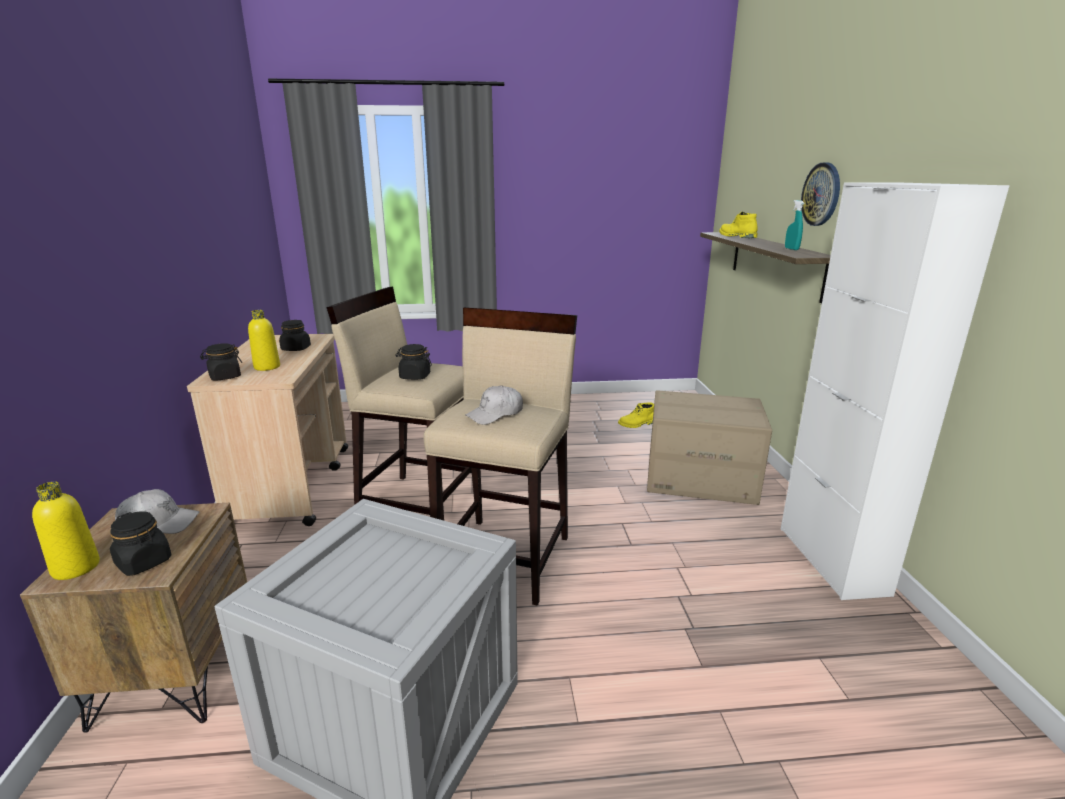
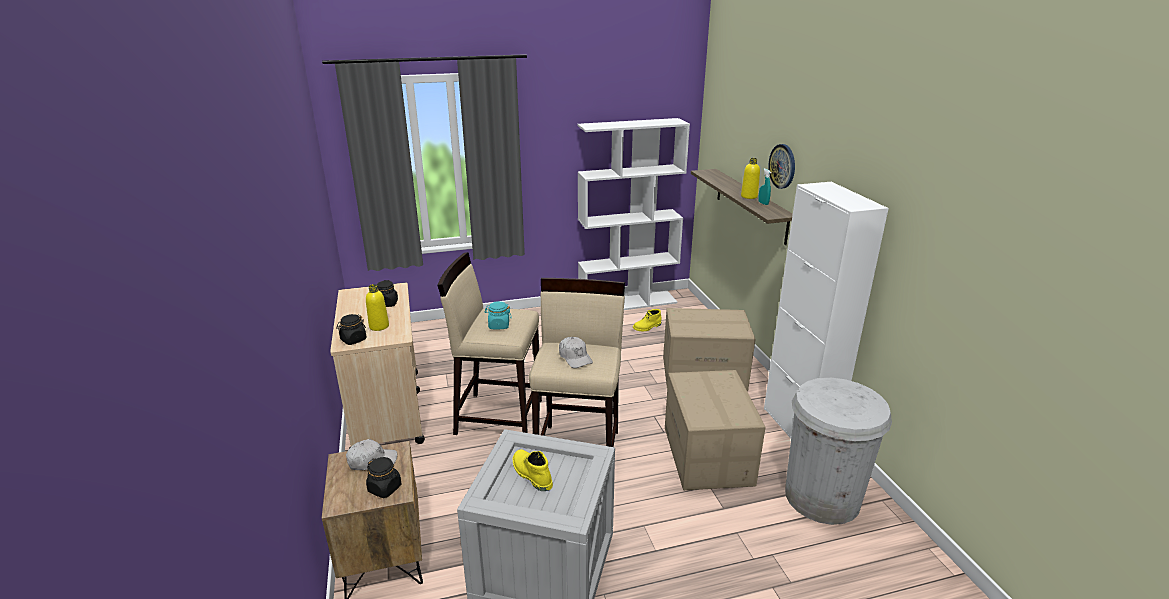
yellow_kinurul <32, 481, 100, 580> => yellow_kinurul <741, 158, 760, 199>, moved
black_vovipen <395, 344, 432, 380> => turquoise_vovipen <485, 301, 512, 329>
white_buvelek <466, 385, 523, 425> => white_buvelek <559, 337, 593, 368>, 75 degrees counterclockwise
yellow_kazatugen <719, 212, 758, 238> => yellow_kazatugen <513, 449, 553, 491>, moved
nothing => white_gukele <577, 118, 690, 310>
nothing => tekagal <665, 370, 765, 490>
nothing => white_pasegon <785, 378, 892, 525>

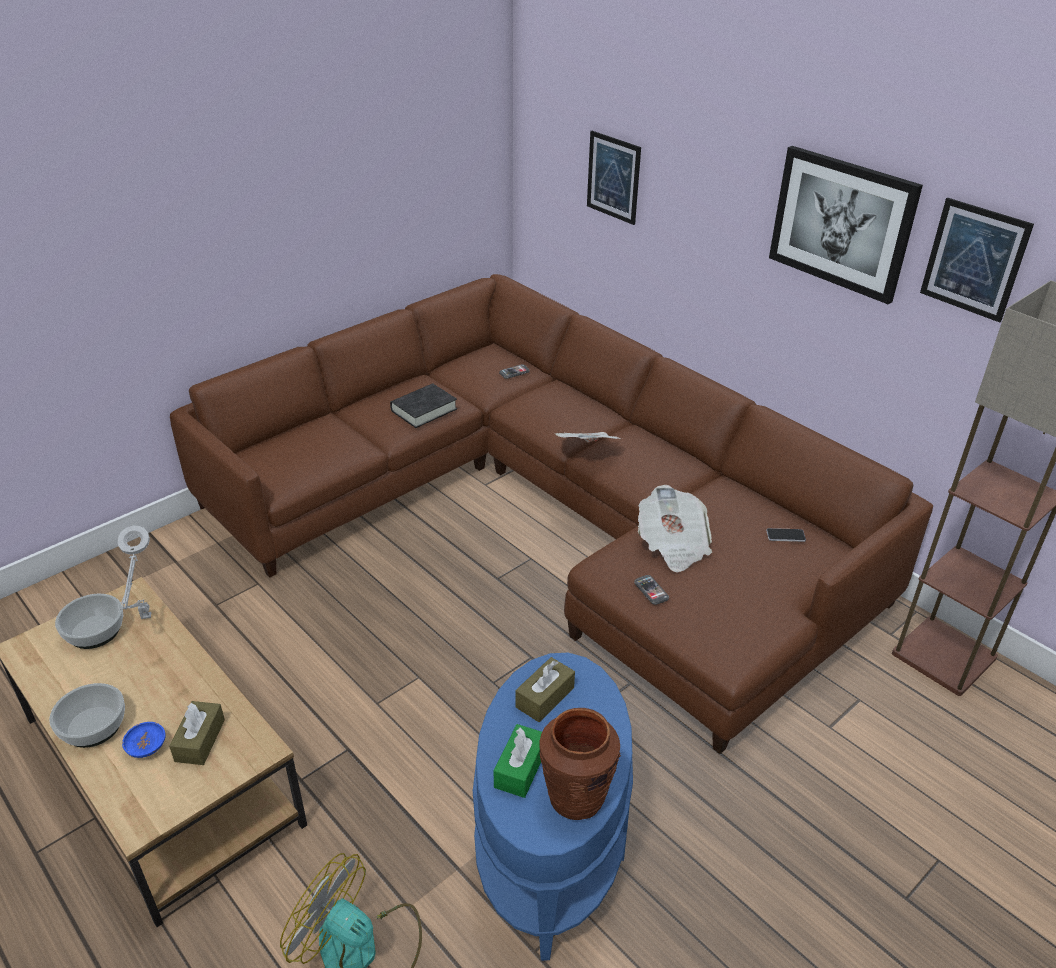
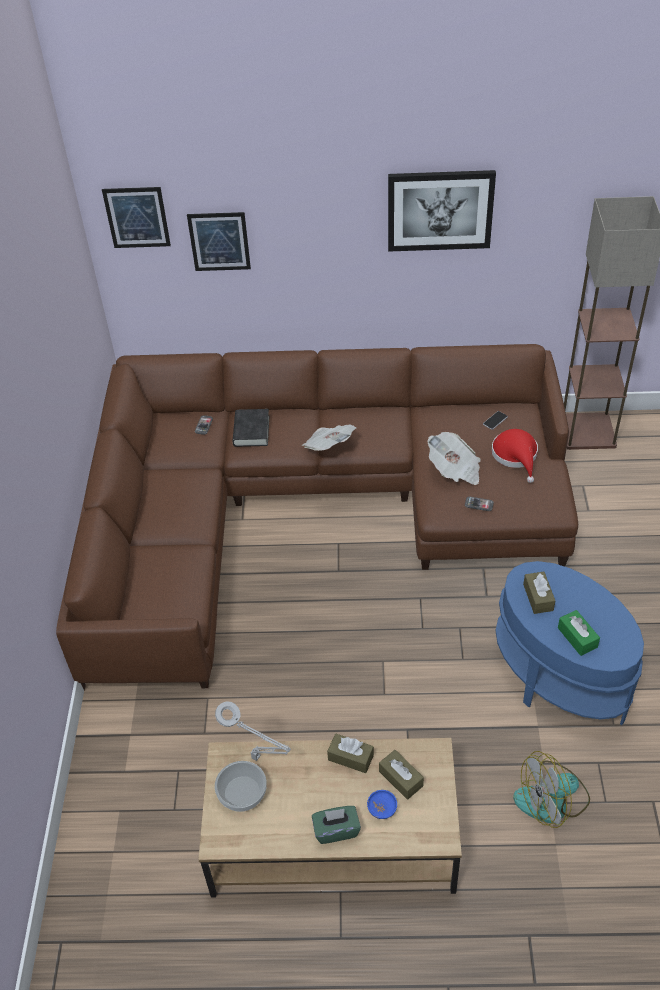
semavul <49, 683, 125, 748> => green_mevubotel <312, 806, 361, 844>
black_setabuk <390, 383, 457, 428> => black_setabuk <233, 409, 270, 447>, moved
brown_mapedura <540, 708, 621, 820> => nothing
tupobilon <920, 198, 1034, 323> => tupobilon <102, 187, 171, 248>, moved
nothing => brown_mevubotel <327, 734, 374, 773>
nothing => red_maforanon <492, 429, 538, 483>

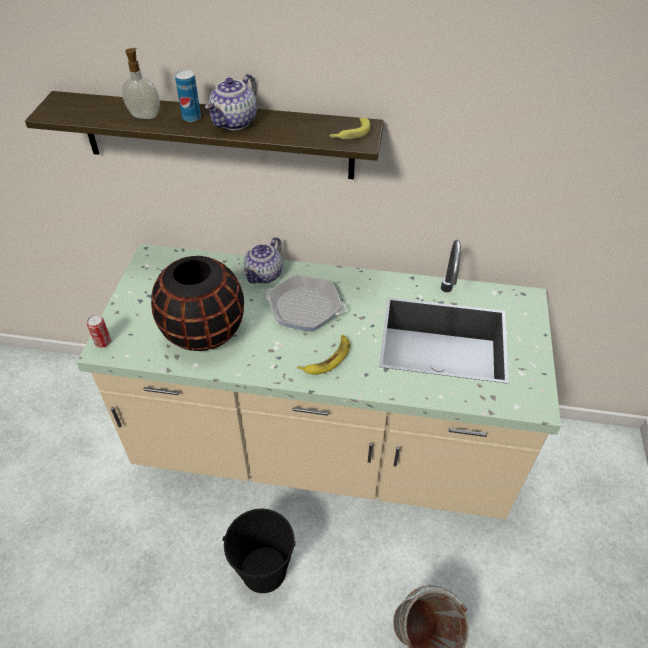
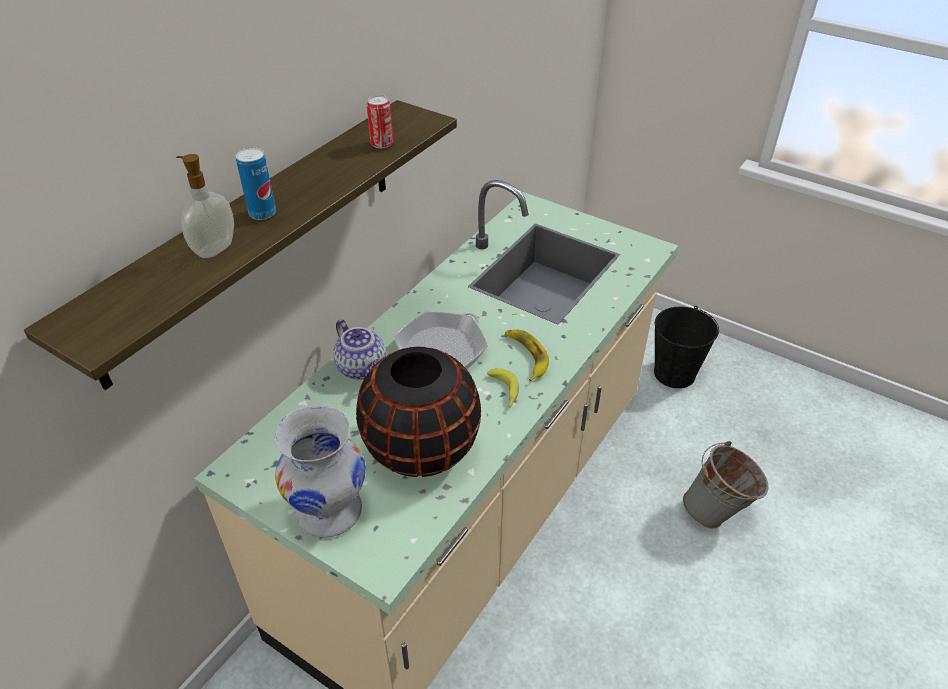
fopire <87, 314, 111, 348> => fopire <367, 95, 393, 149>, moved
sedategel <205, 74, 257, 130> => nothing
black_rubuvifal <222, 509, 296, 593> => black_rubuvifal <654, 306, 719, 388>, moved
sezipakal <330, 118, 371, 139> => sezipakal <487, 368, 519, 408>, moved
nothing => white_mapedura <275, 405, 366, 537>

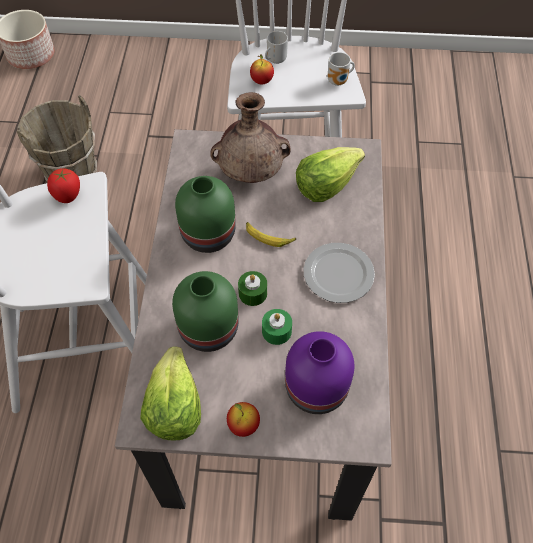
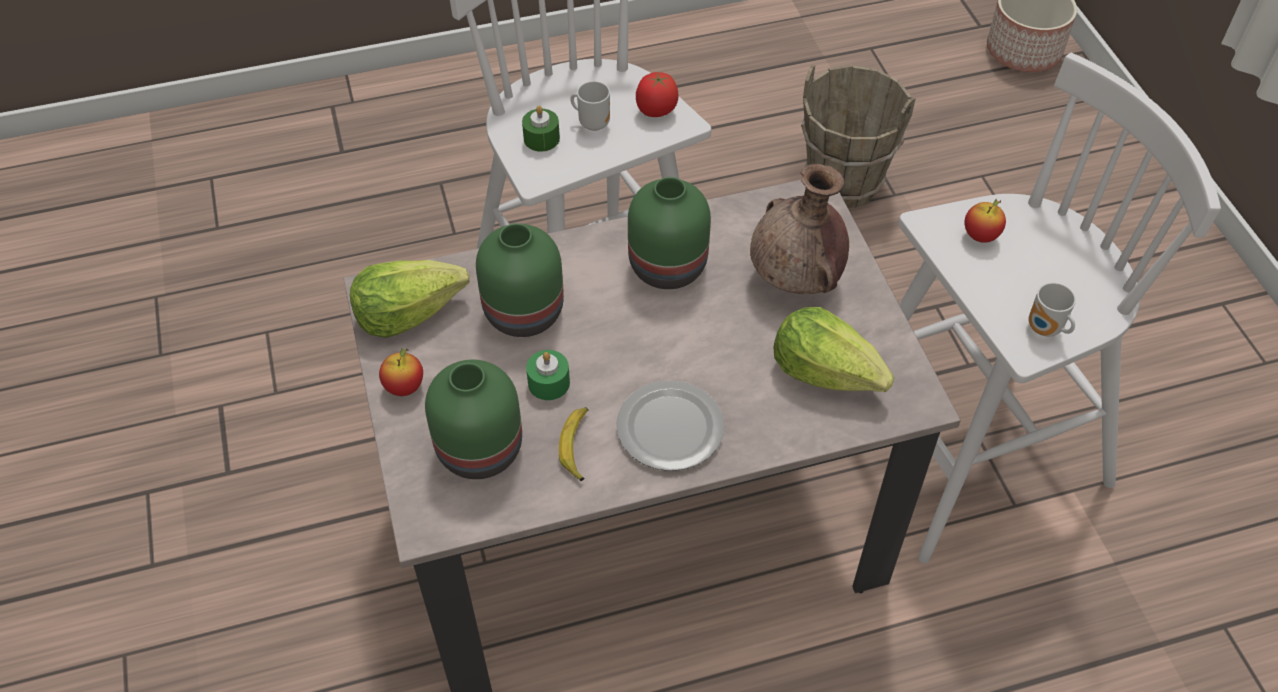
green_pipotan <238, 271, 267, 306> => green_pipotan <522, 106, 560, 152>, moved
sezipakal <246, 222, 296, 247> => sezipakal <559, 407, 588, 481>, moved
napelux <265, 31, 288, 64> => napelux <570, 81, 610, 131>, moved
purple_mapedura <285, 331, 354, 414> => green_mapedura <425, 360, 522, 479>

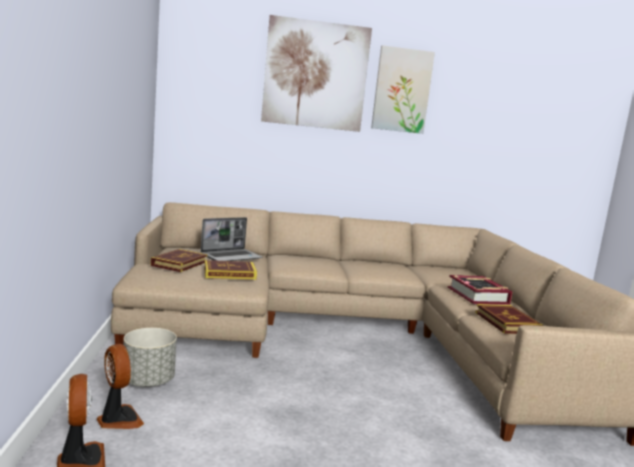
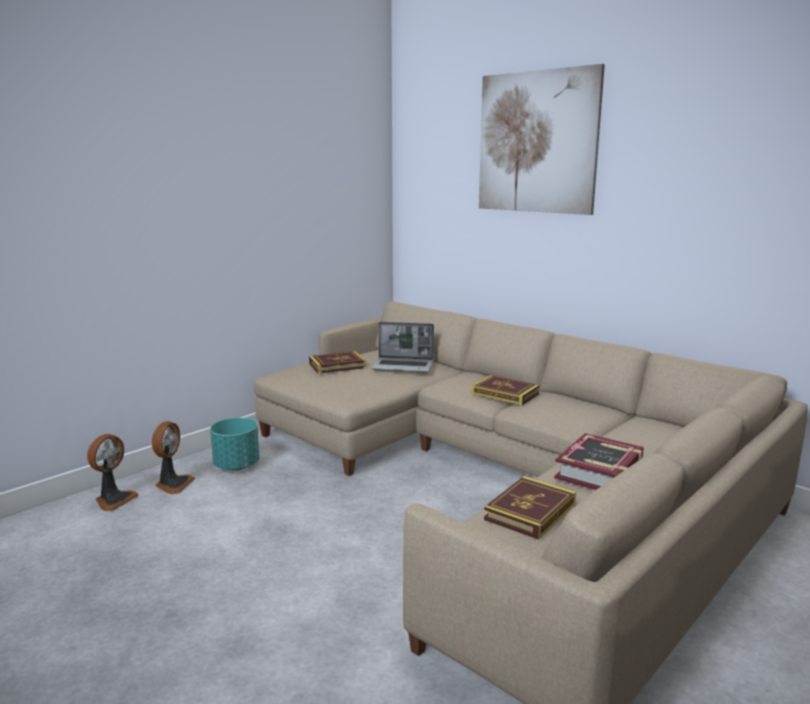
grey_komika <123, 328, 177, 387> => turquoise_komika <210, 418, 259, 470>
setabuk <204, 260, 257, 280> => setabuk <472, 375, 540, 405>, moved
tupobilon <371, 45, 435, 134> => nothing

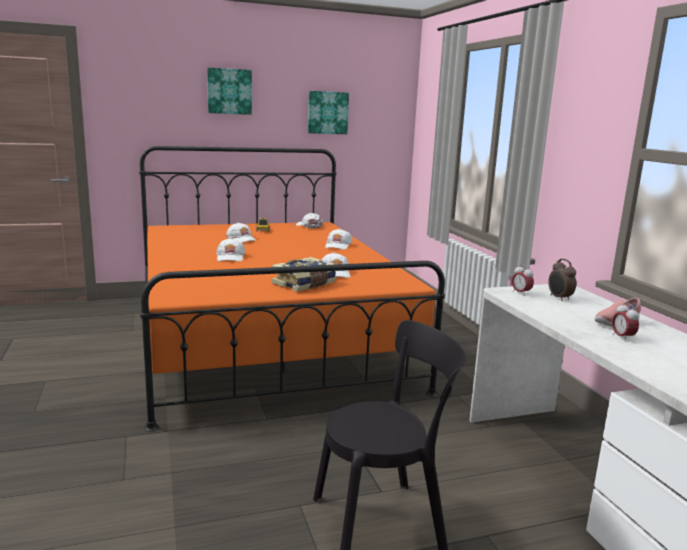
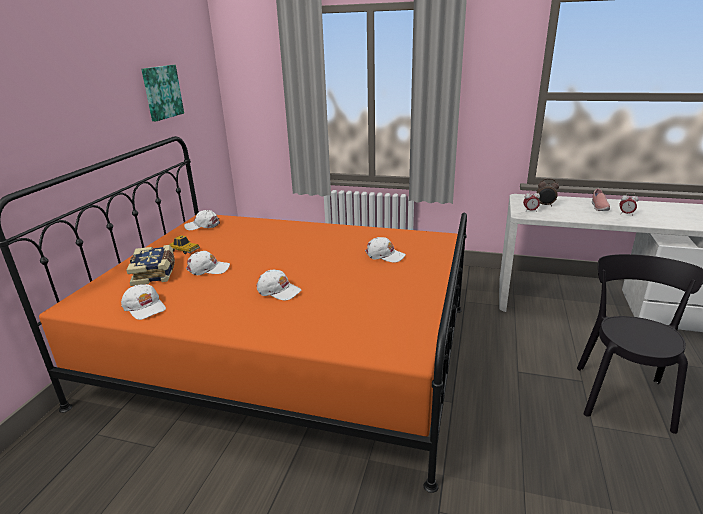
tupobilon <207, 67, 252, 115> => nothing
setabuk <272, 257, 336, 292> => setabuk <126, 245, 175, 286>, moved
white_buvelek <325, 229, 352, 249> => white_buvelek <121, 284, 166, 320>, moved

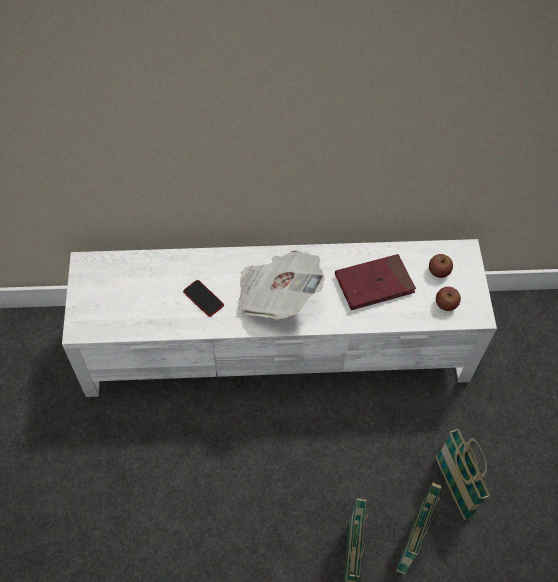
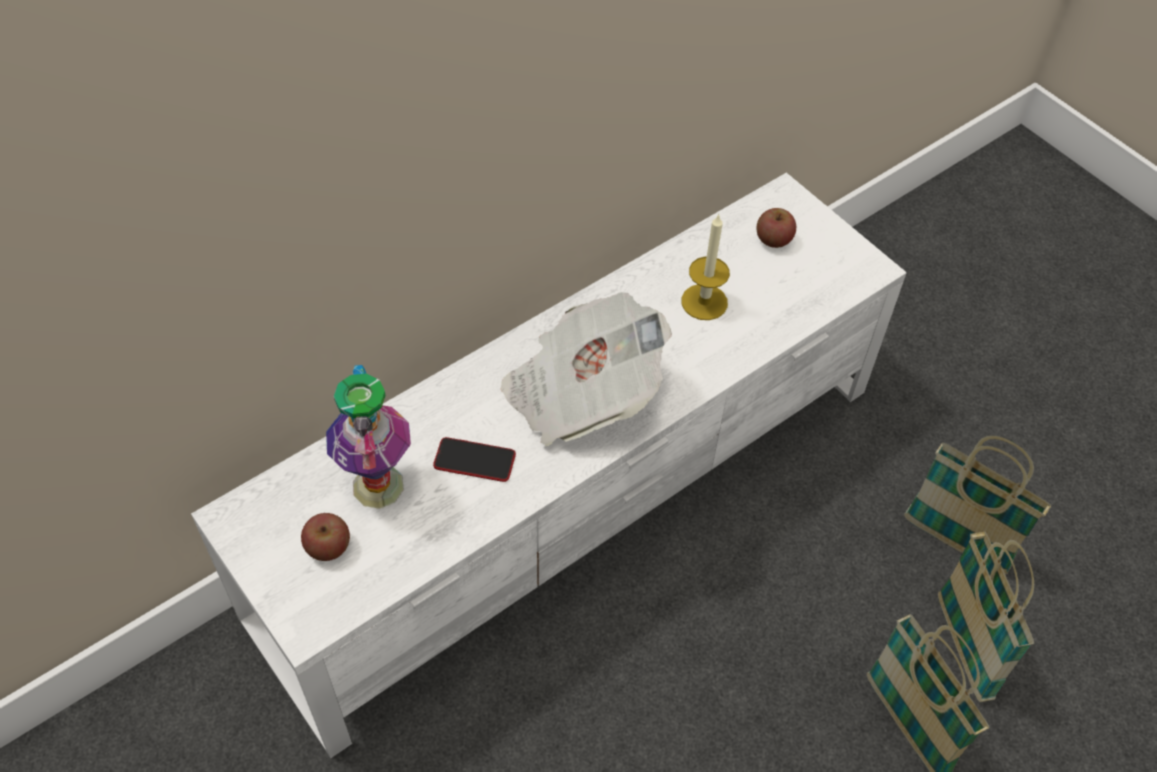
red_setabuk <335, 254, 416, 310> => pipotan <681, 214, 730, 320>
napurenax <436, 287, 461, 311> => napurenax <301, 513, 350, 561>, moved
nothing => mapedura <326, 365, 411, 509>

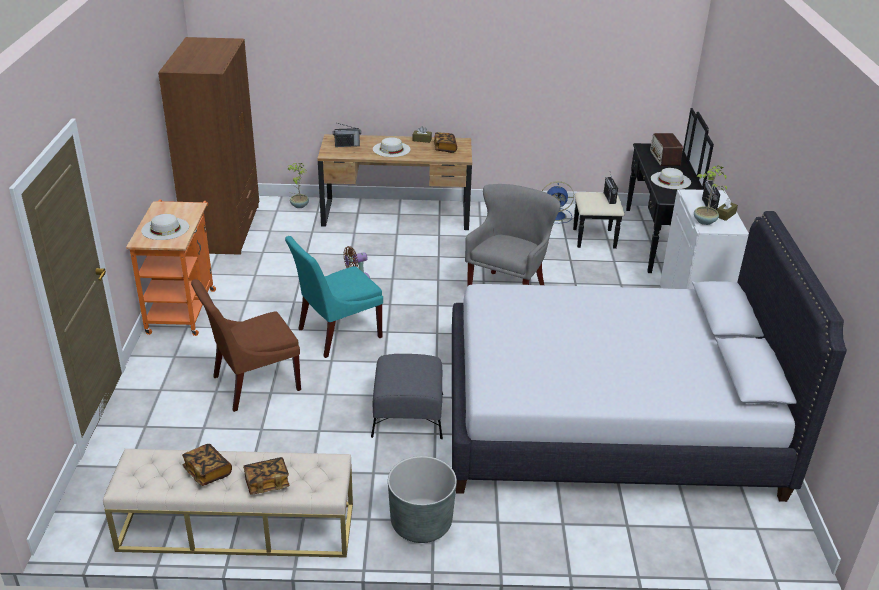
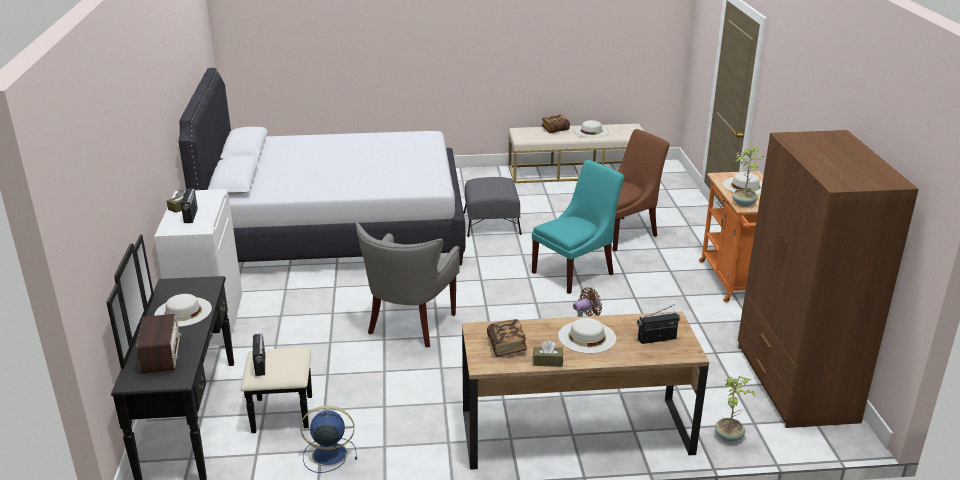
setabuk <182, 444, 232, 486> => white_maforanon <574, 120, 609, 137>
grey_komika <388, 456, 457, 543> => nothing
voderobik <694, 165, 727, 225> => voderobik <732, 146, 766, 207>, moved

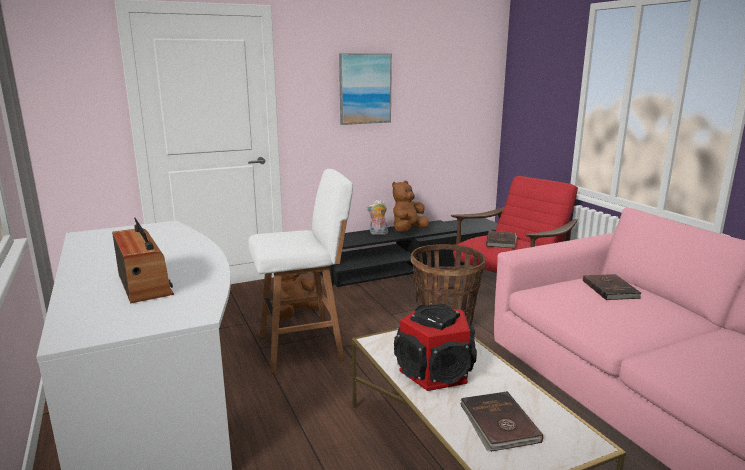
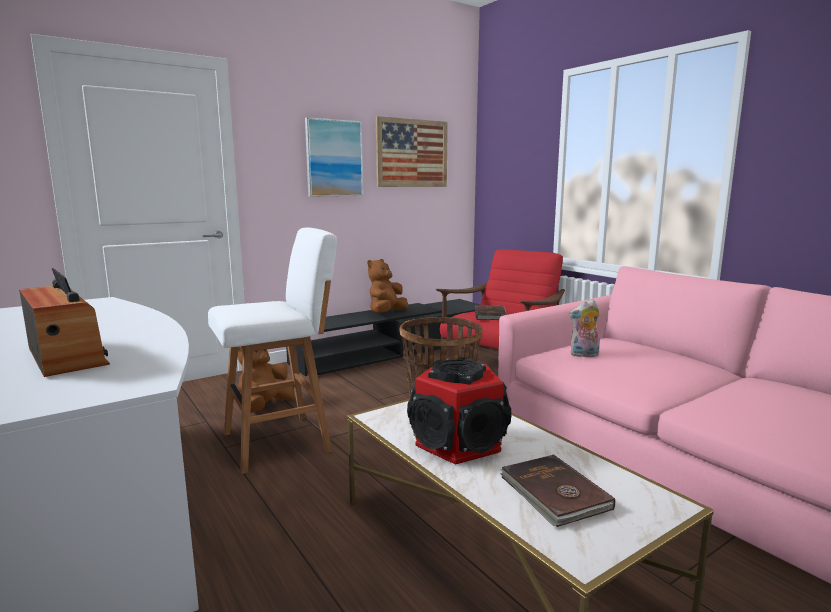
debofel <367, 200, 388, 235> => debofel <569, 299, 600, 357>, moved
brown_setabuk <583, 274, 642, 300> => nothing
nothing => tupobilon <376, 116, 448, 187>

